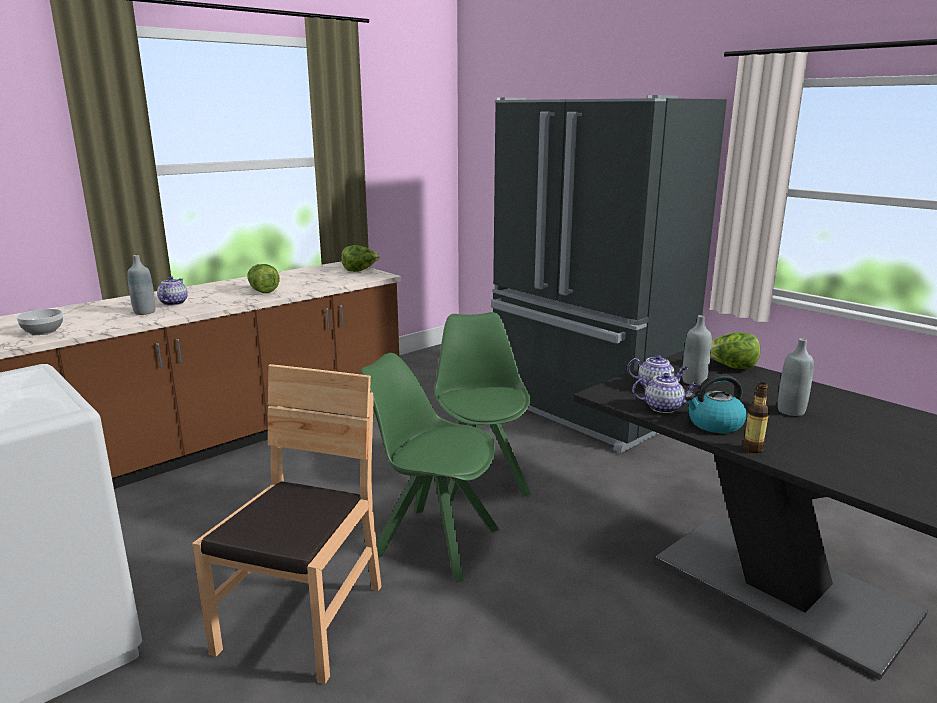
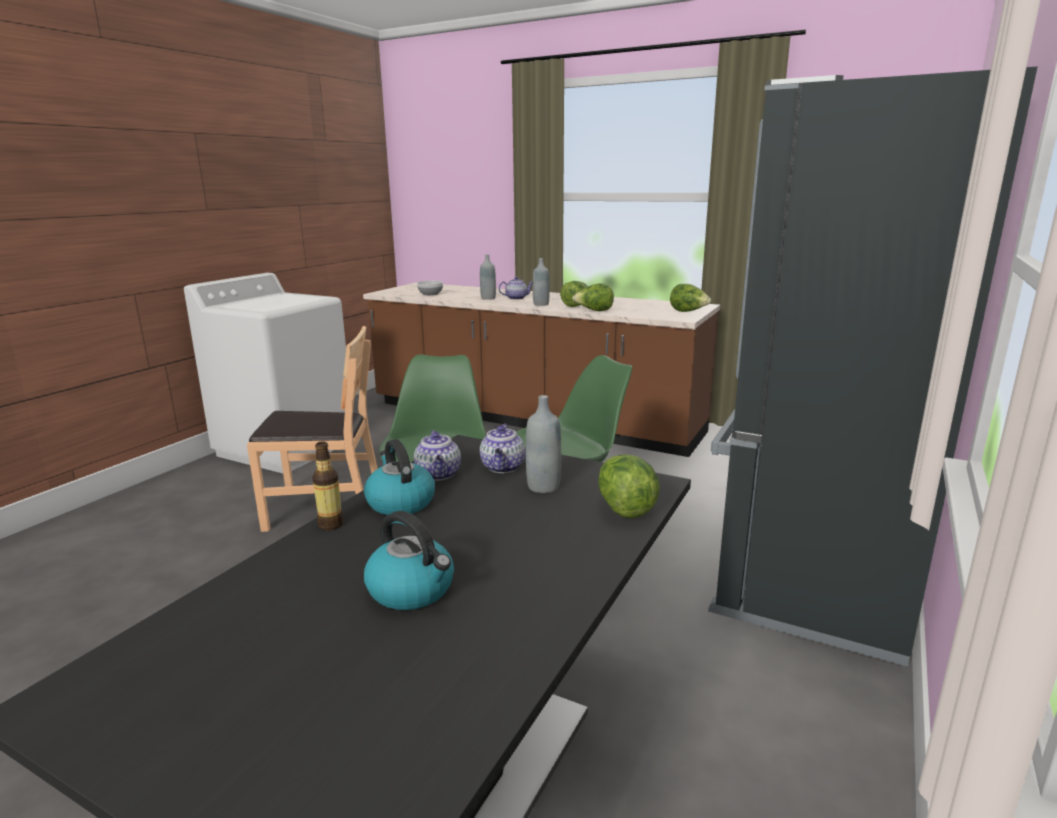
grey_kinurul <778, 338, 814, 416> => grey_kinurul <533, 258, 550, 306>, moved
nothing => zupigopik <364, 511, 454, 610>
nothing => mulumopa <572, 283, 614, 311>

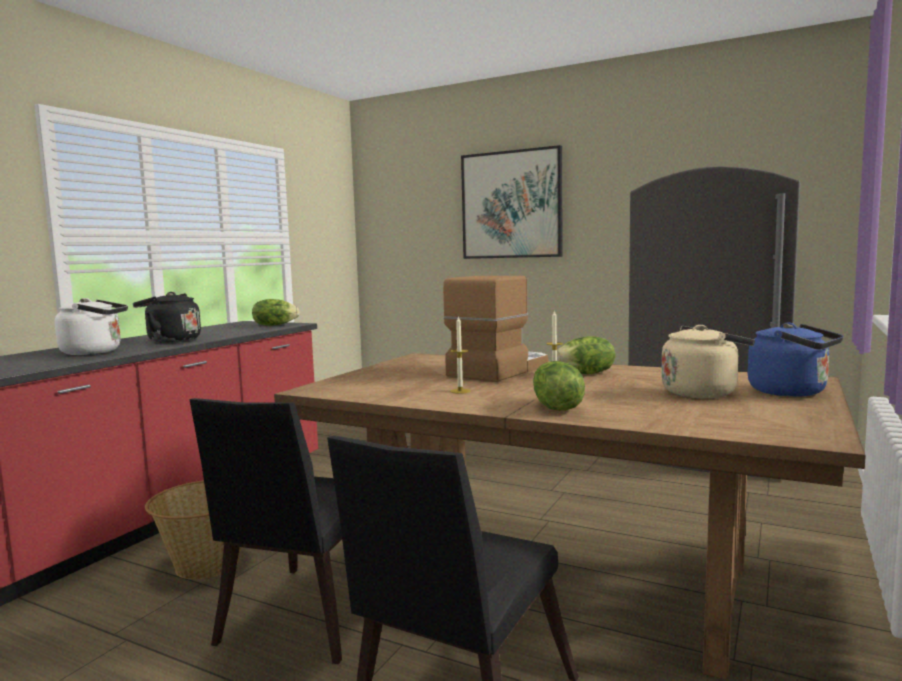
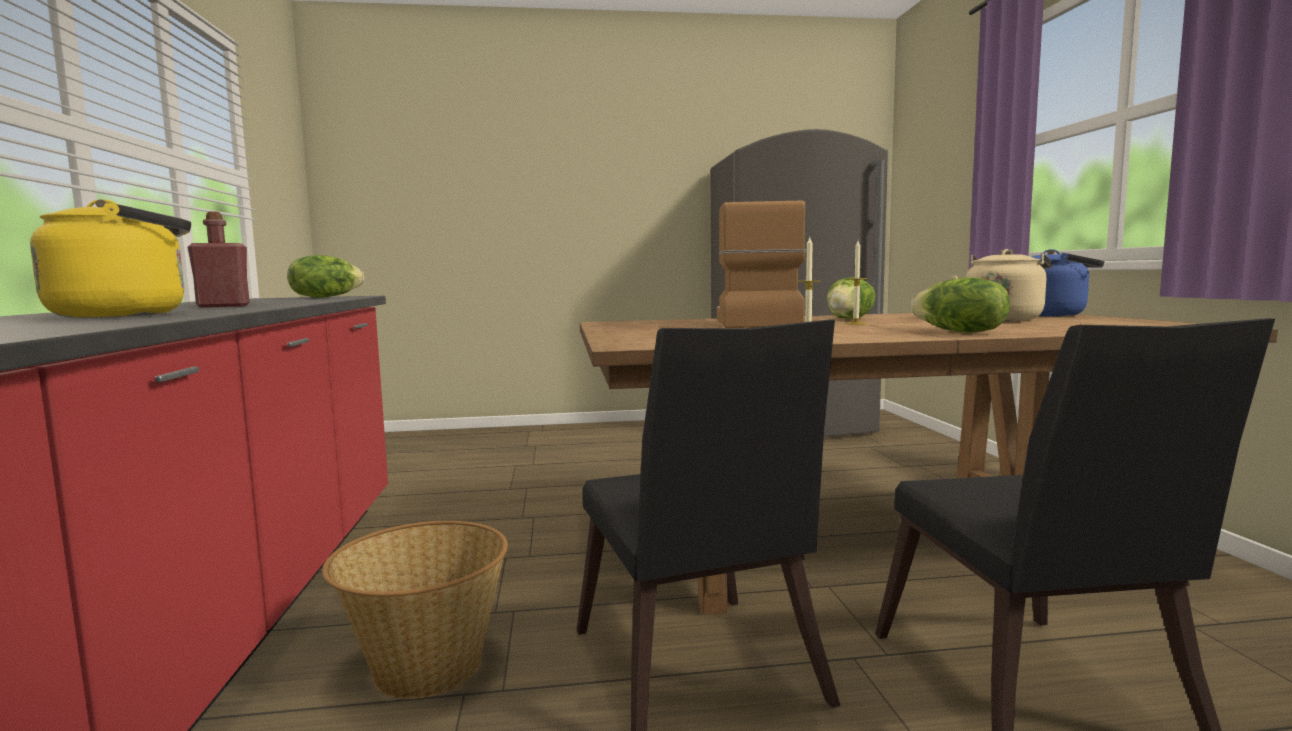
white_zupigopik <55, 298, 128, 355> => yellow_zupigopik <30, 199, 191, 318>
black_zupigopik <133, 292, 201, 343> => red_kinurul <187, 212, 250, 308>
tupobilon <461, 145, 563, 259> => nothing

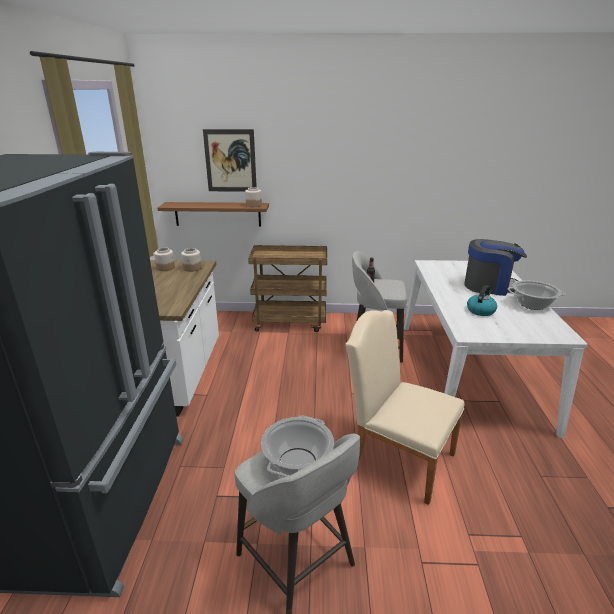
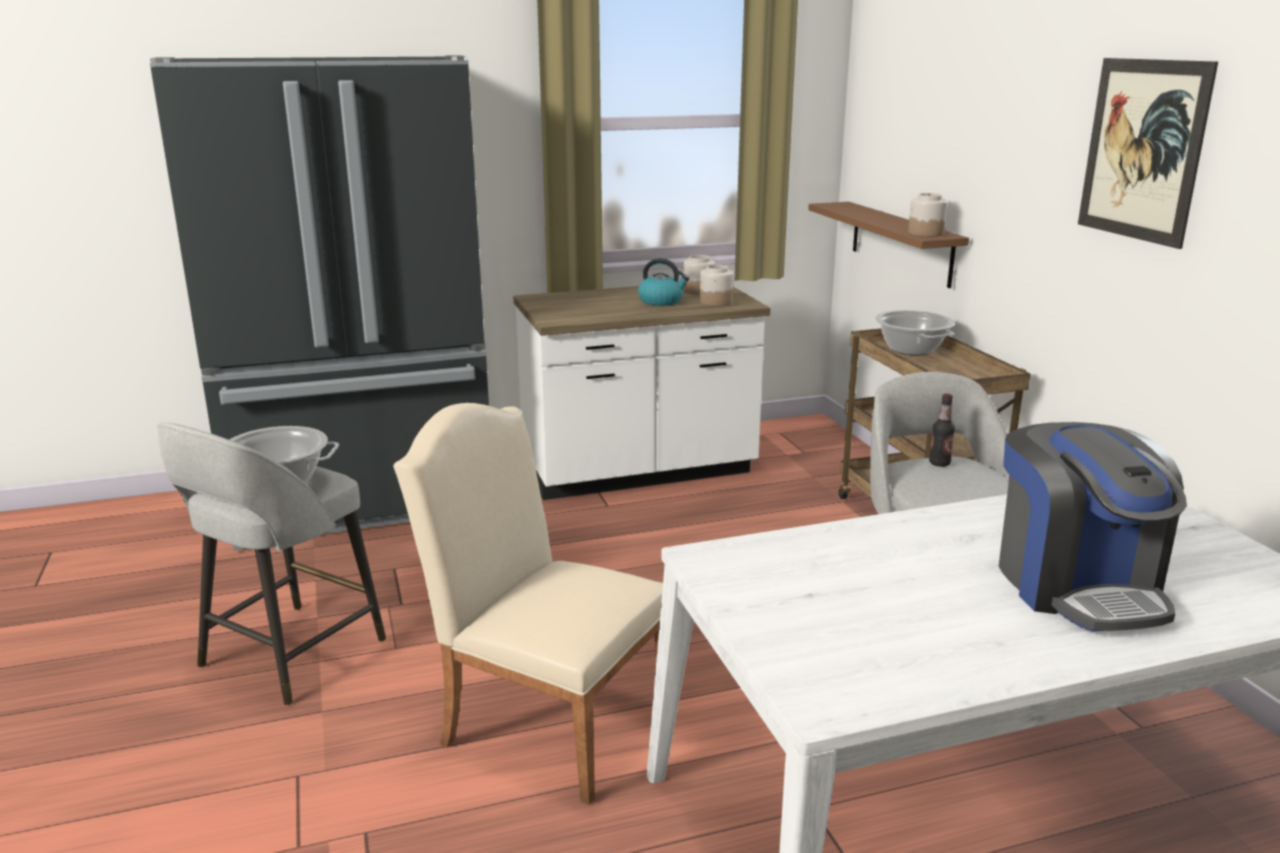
tupobilon <203, 129, 257, 192> => tupobilon <1078, 58, 1218, 249>, moved
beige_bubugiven <345, 310, 464, 505> => beige_bubugiven <393, 403, 663, 805>, 75 degrees counterclockwise
zupigopik <467, 285, 497, 316> => zupigopik <638, 258, 690, 306>, moved
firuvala <508, 280, 565, 310> => firuvala <875, 310, 955, 355>, moved

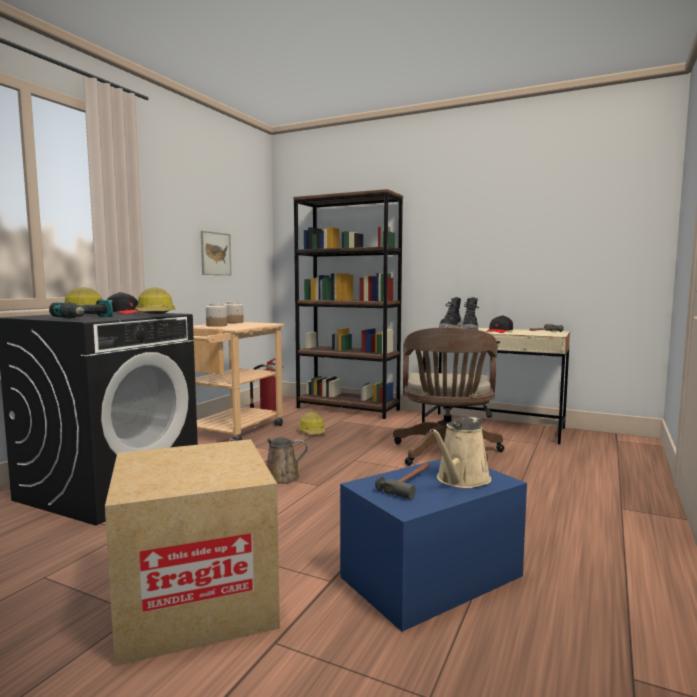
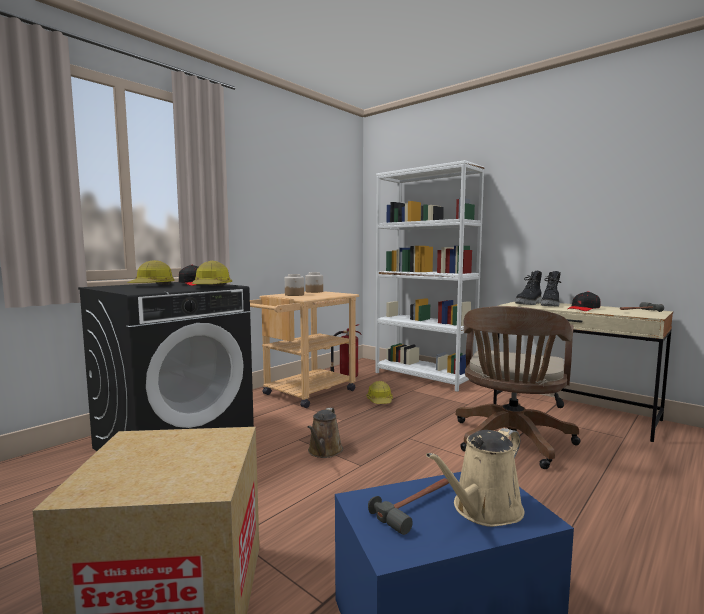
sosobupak <49, 299, 113, 318> => nothing
tupobilon <201, 231, 231, 275> => nothing
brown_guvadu <229, 437, 308, 484> => brown_guvadu <307, 408, 343, 458>, 75 degrees counterclockwise
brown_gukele <293, 189, 403, 419> => white_gukele <375, 160, 485, 392>

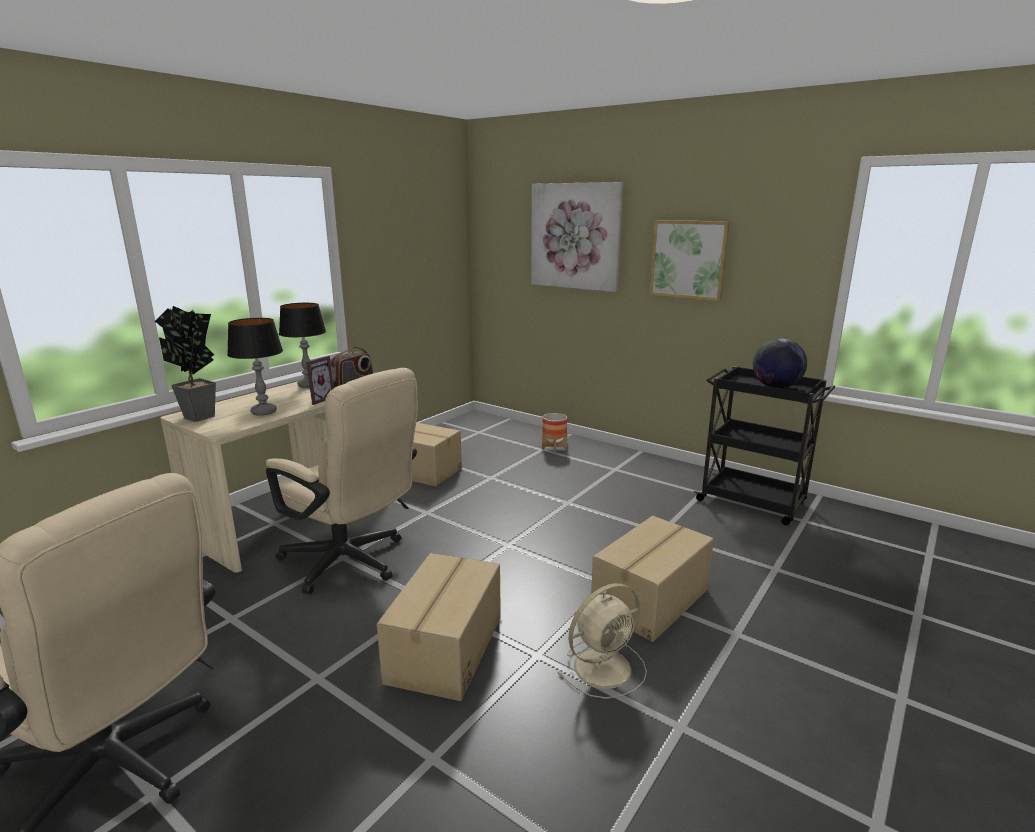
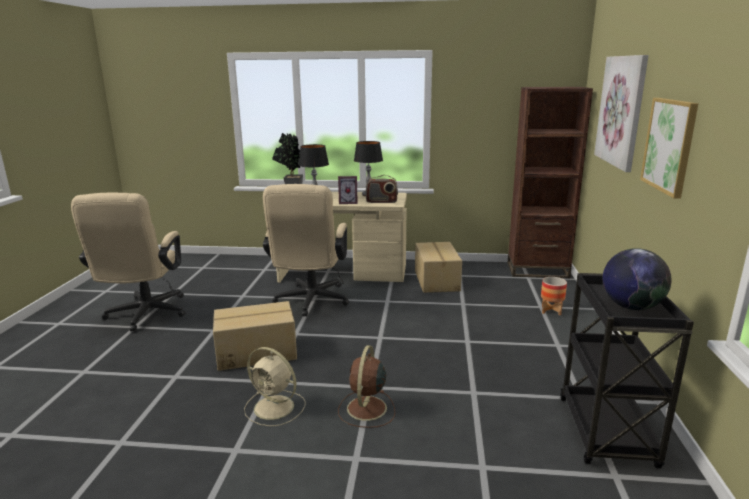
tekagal <591, 516, 714, 642> => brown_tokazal <338, 345, 395, 428>
nothing => brown_gukele <508, 87, 593, 278>

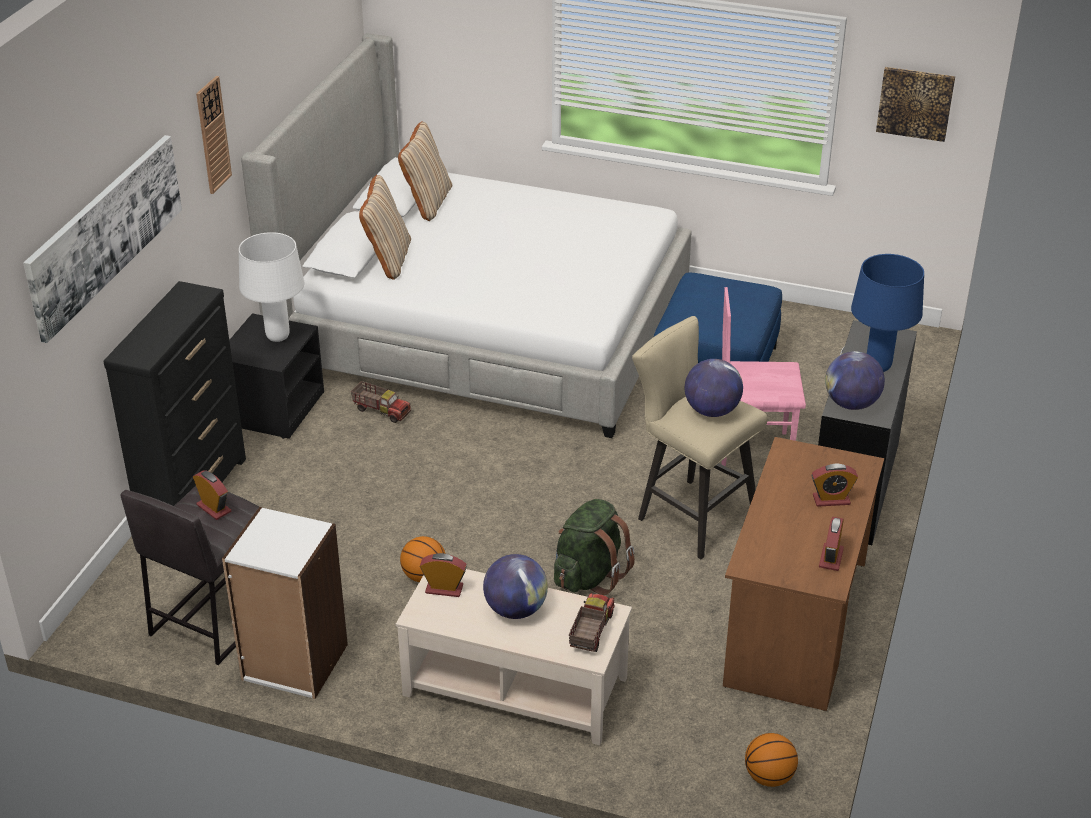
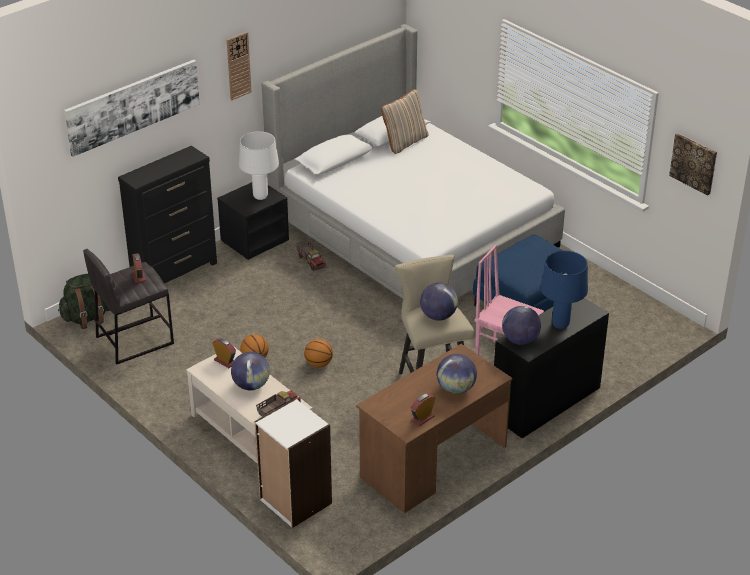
white_gukele <222, 507, 348, 699> => white_gukele <255, 398, 332, 528>, moved
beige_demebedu <359, 175, 411, 280> => nothing
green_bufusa <554, 499, 635, 595> => green_bufusa <58, 274, 111, 329>, moved
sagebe <745, 733, 798, 787> => sagebe <304, 339, 333, 367>, moved
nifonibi <811, 463, 858, 507> => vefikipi <437, 354, 477, 394>

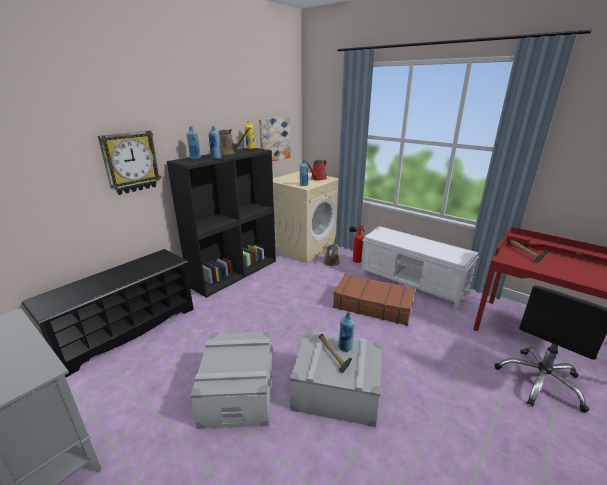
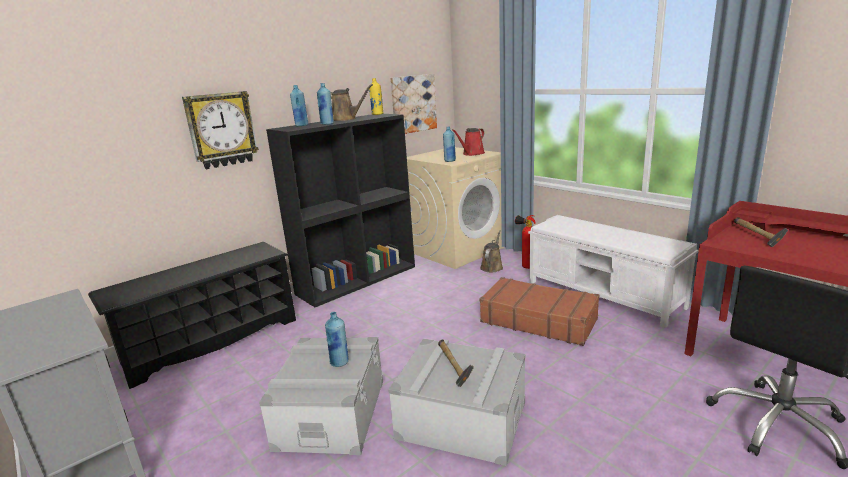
blue_kinurul <338, 313, 355, 352> => blue_kinurul <325, 312, 349, 367>, moved

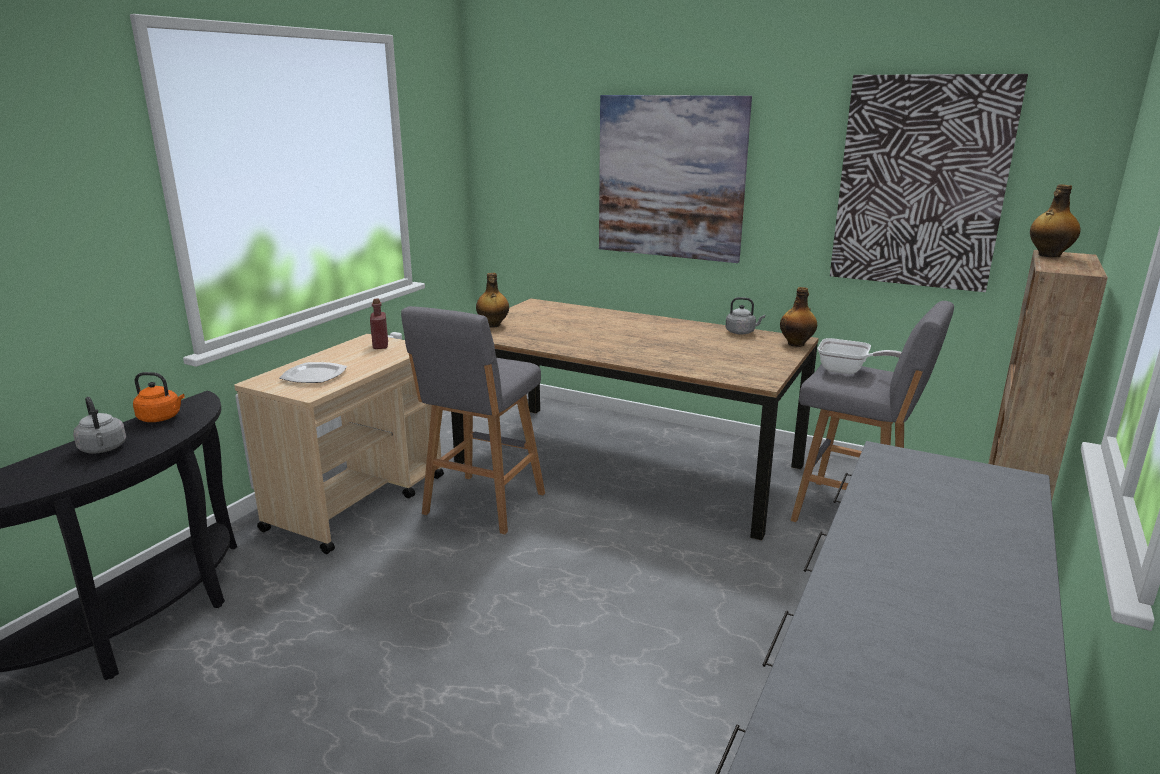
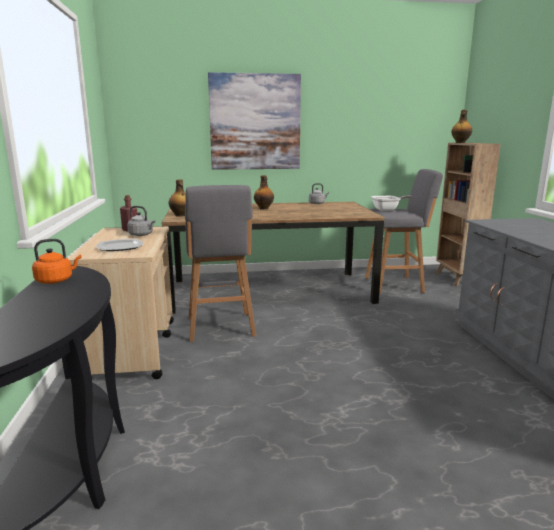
grey_zupigopik <73, 397, 126, 454> => grey_zupigopik <127, 206, 156, 236>, moved
kinurul <780, 287, 817, 347> => kinurul <254, 175, 274, 210>, moved
tupobilon <830, 74, 1028, 292> => nothing

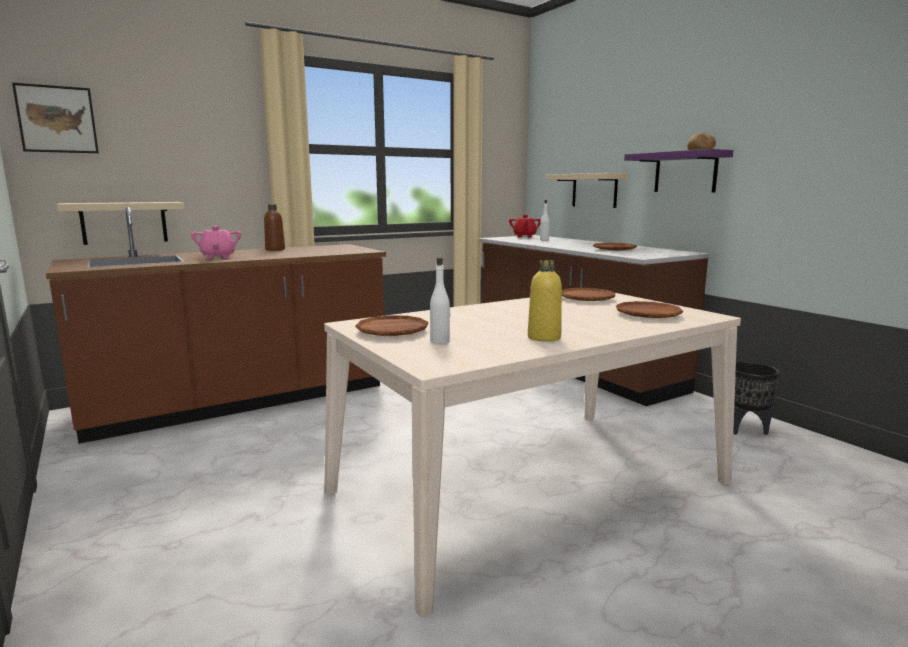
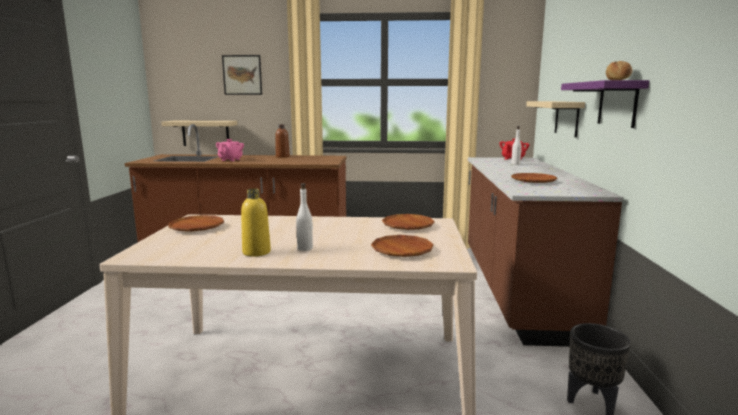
tupobilon <12, 83, 99, 153> => tupobilon <222, 55, 262, 95>, moved
white_kinurul <430, 257, 451, 344> => white_kinurul <296, 183, 313, 251>, moved

